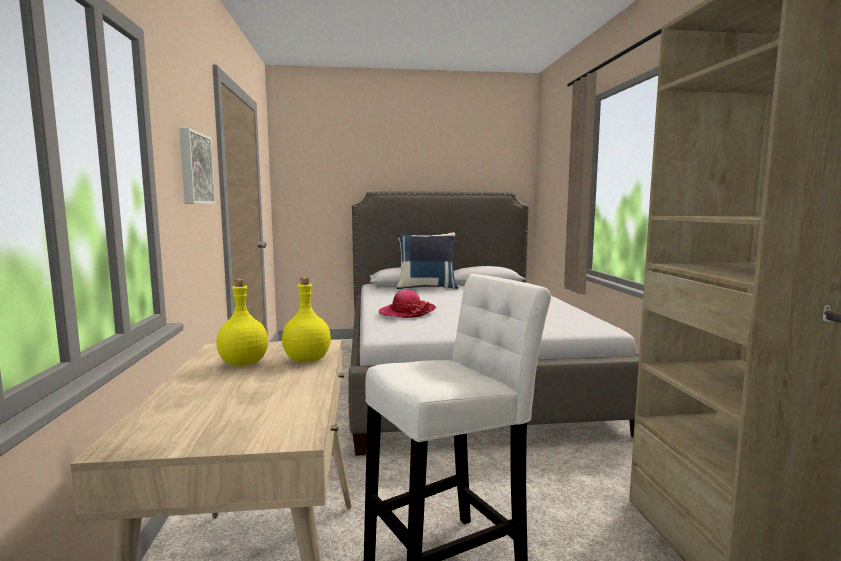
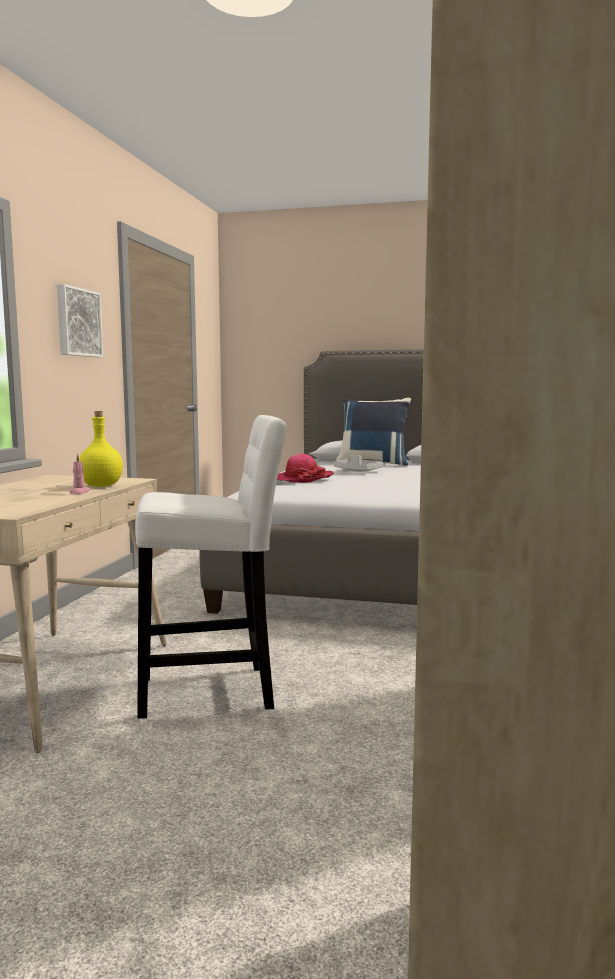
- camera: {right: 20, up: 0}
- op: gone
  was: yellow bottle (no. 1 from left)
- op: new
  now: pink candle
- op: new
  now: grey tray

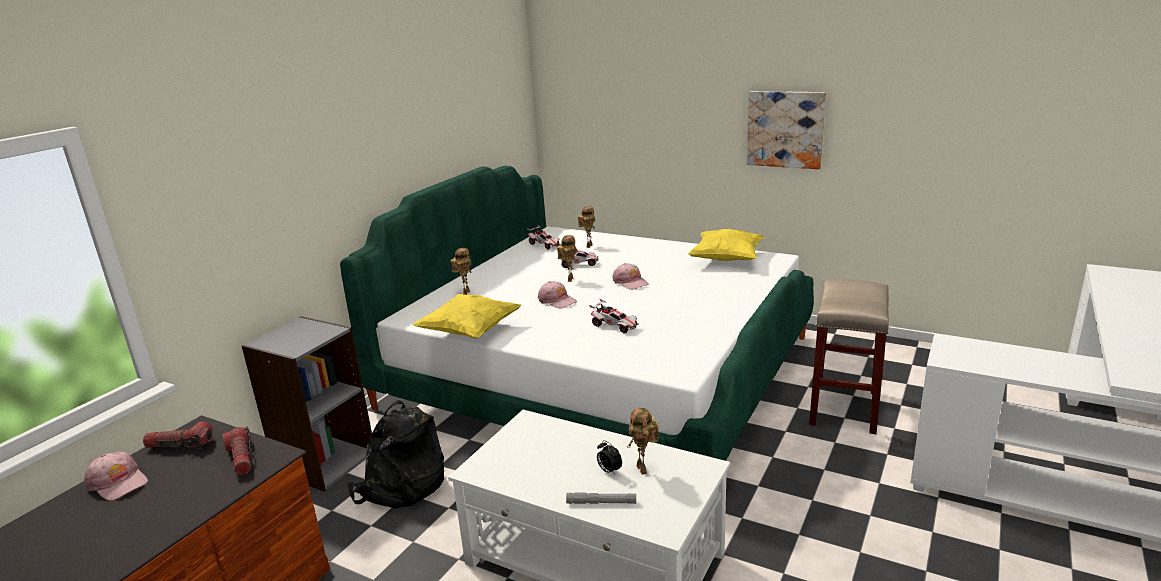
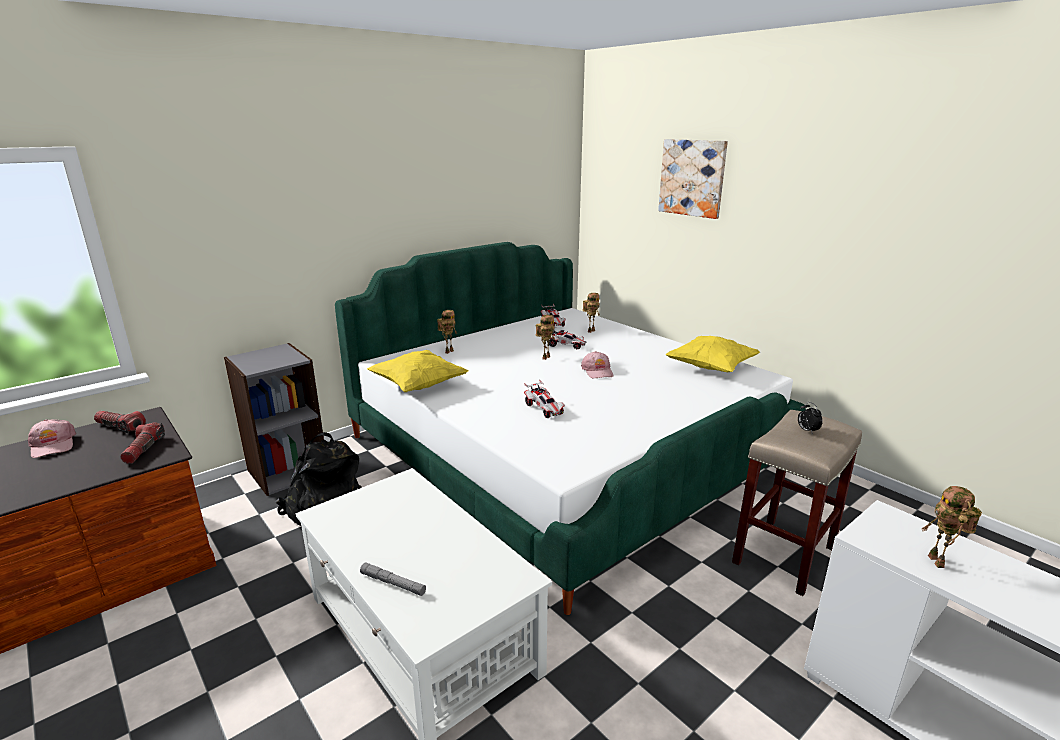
- camera: {right: 20, up: 0}
- op: gone
  was: pink cap (no. 2 from left)
- op: shifted
  was: alarm clock
- op: shifted
  was: toy robot (no. 4 from left)
- op: shifted
  was: picture

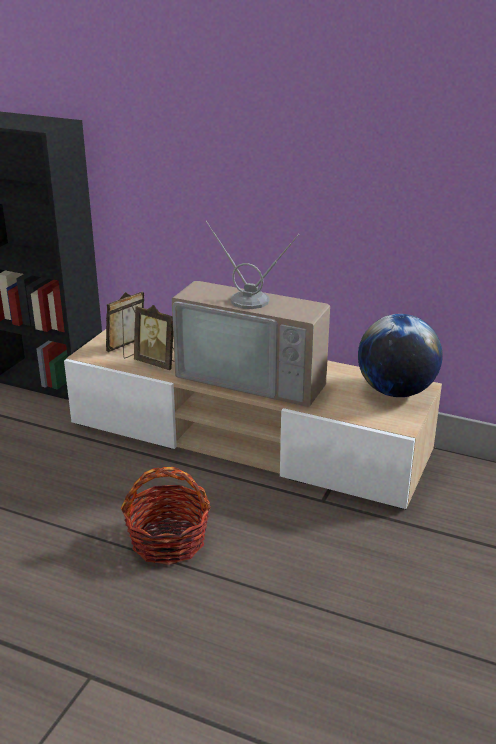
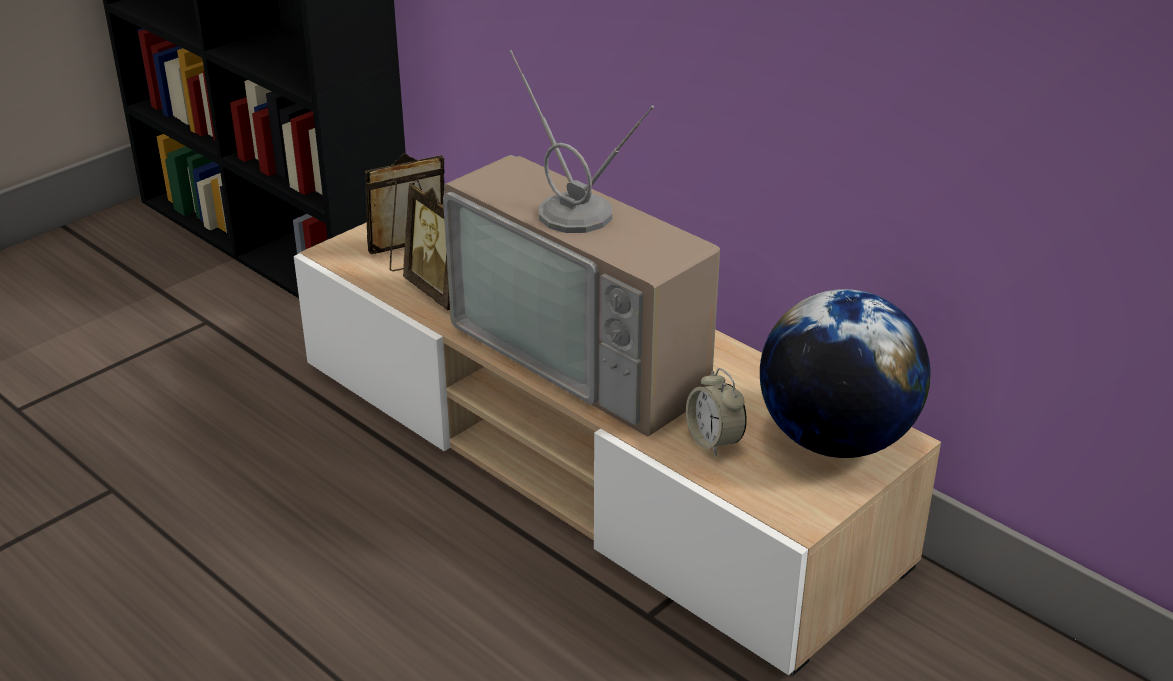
- camera: {right: 20, up: 5}
- op: gone
  was: basket
- op: new
  now: alarm clock

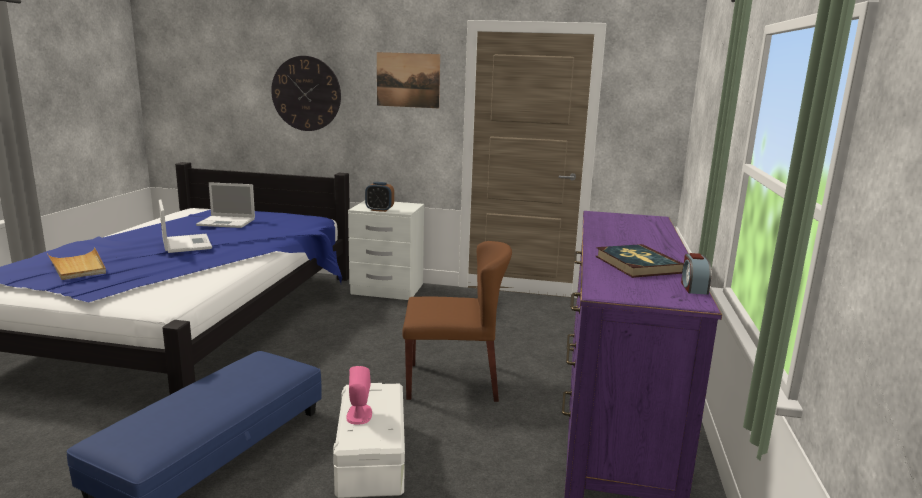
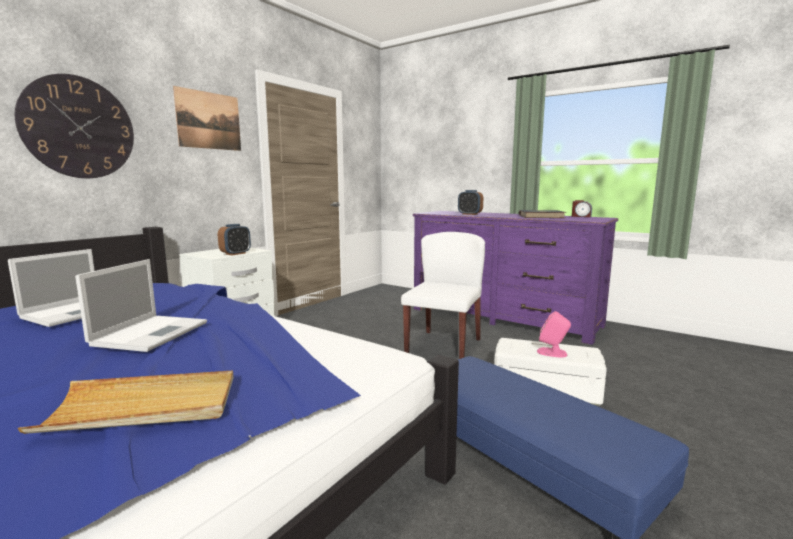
- camera: {right: -65, up: -5}
- op: new
  now: alarm clock (no. 2 from left)
- op: repainted
  was: brown chair
  now: white chair
- op: rotated
  was: laptop (no. 1 from left in the first image)
  clockwise: 105

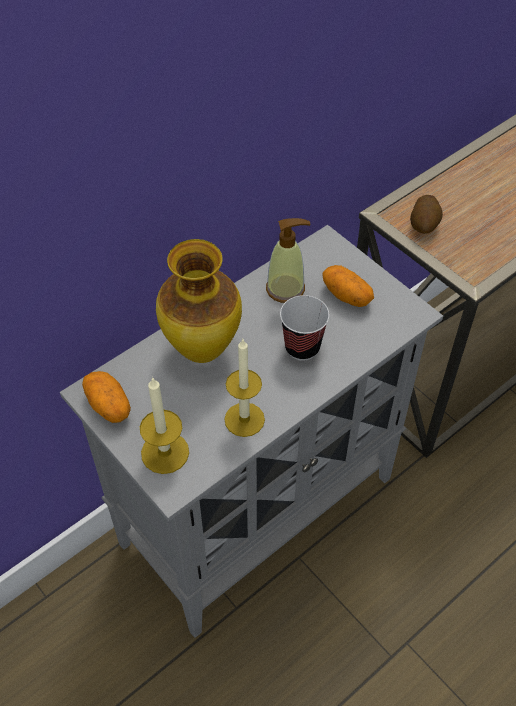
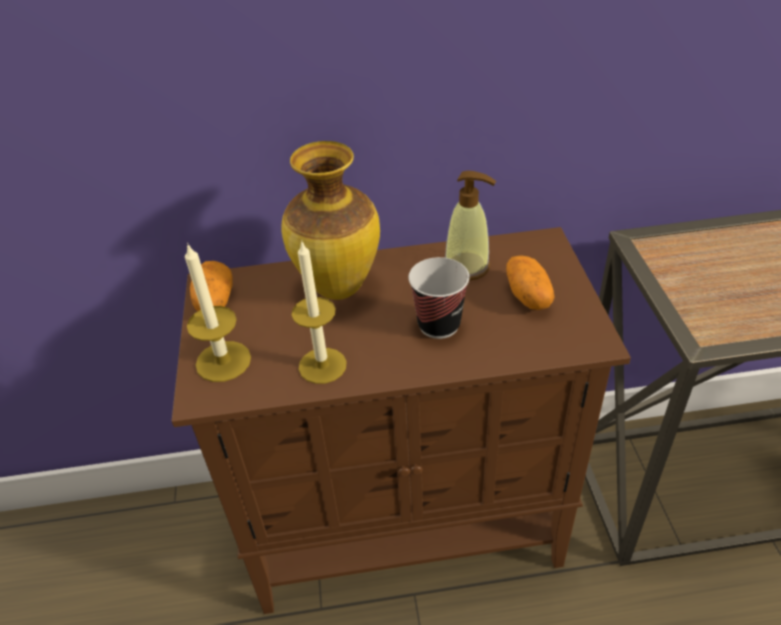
- camera: {right: 35, up: -10}
- op: gone
  was: potato (no. 3 from left)
- op: repainted
  was: grey cabinet
  now: brown cabinet

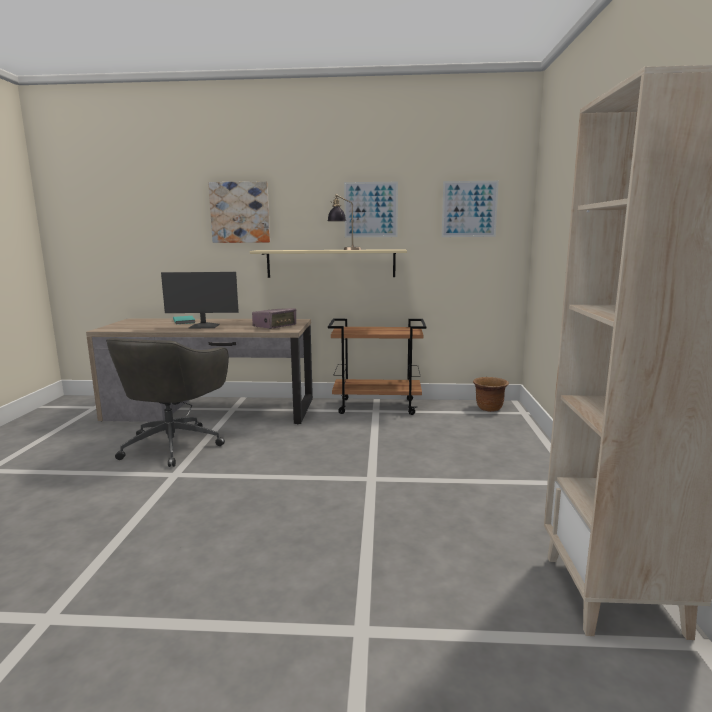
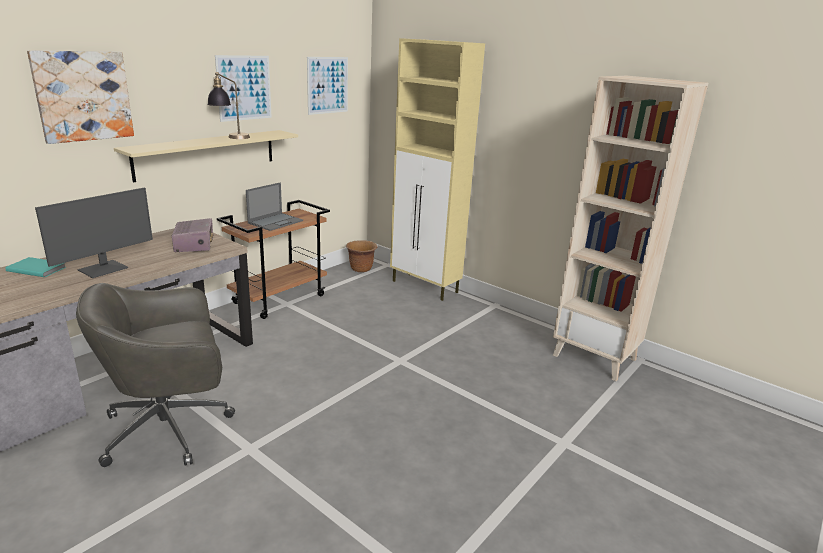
- camera: {right: -55, up: 10}
- op: new
  now: laptop
- op: new
  now: beige cabinet
- op: rotated
  was: grey office chair
  clockwise: 105

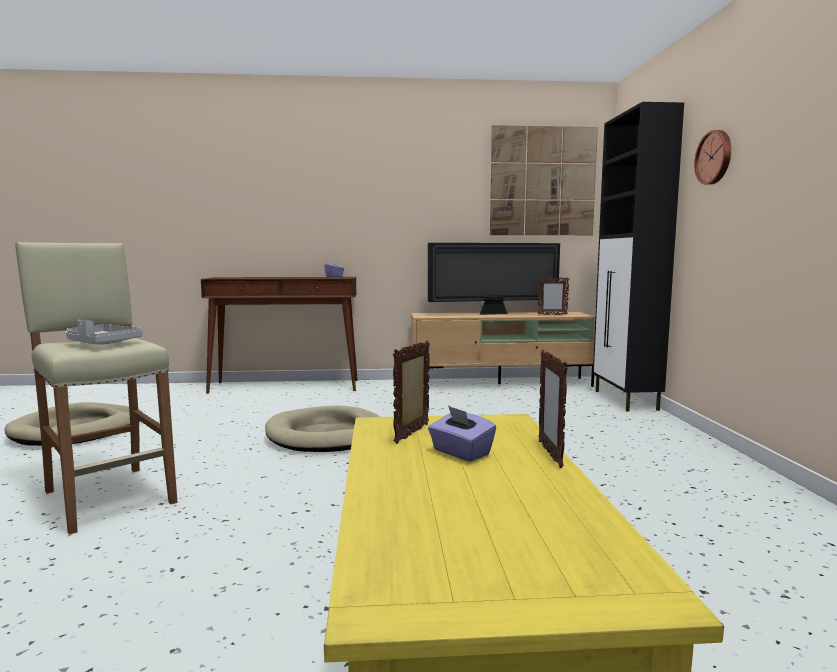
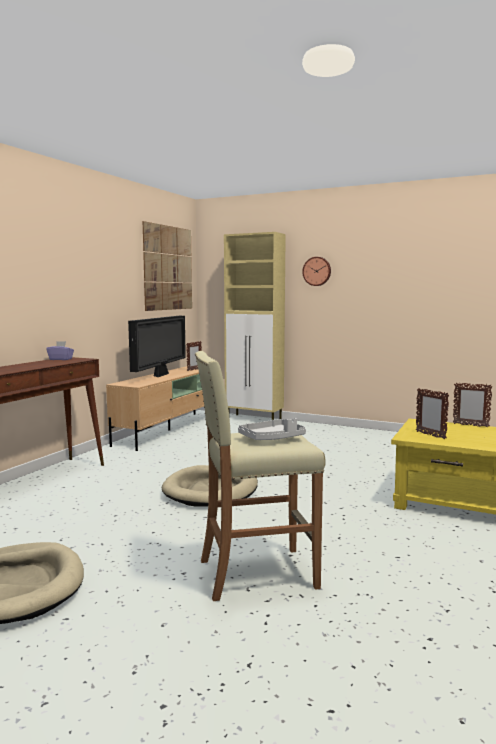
- camera: {right: -60, up: 0}
- op: gone
  was: purple tissue box (no. 2 from left)
- op: repainted
  was: black cabinet
  now: beige cabinet

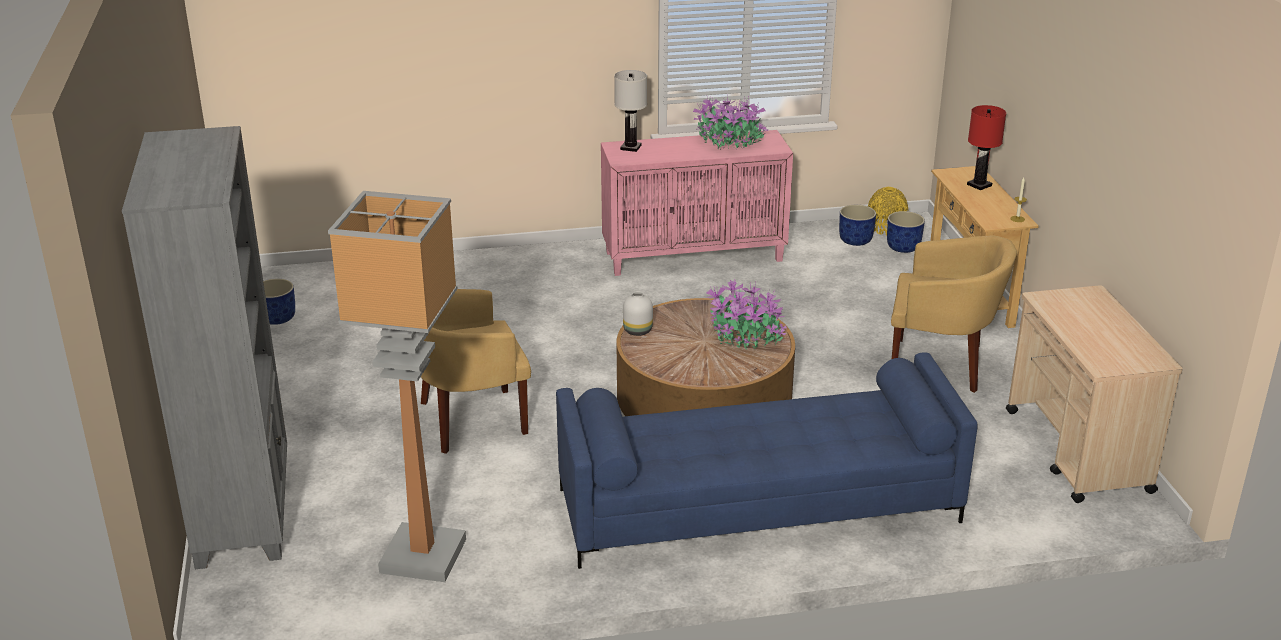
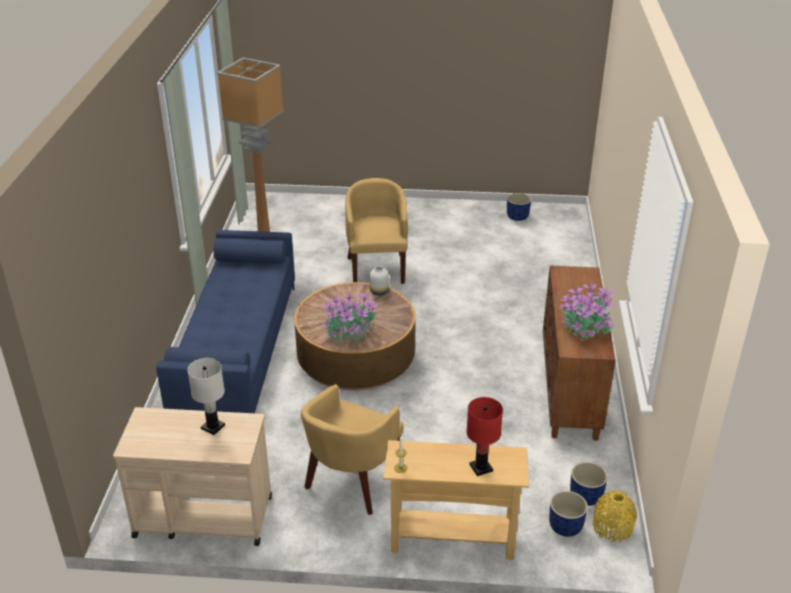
- camera: {right: 105, up: 5}
- op: gone
  was: grey bookcase
- op: shifted
  was: white table lamp
- op: repainted
  was: pink cabinet
  now: brown cabinet

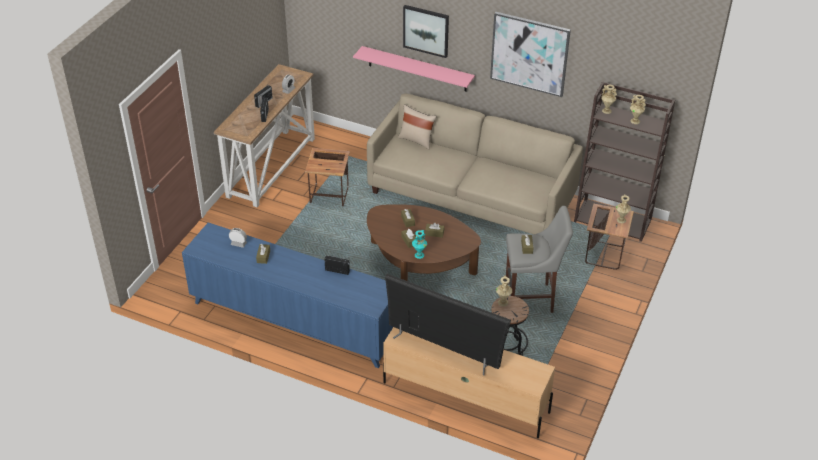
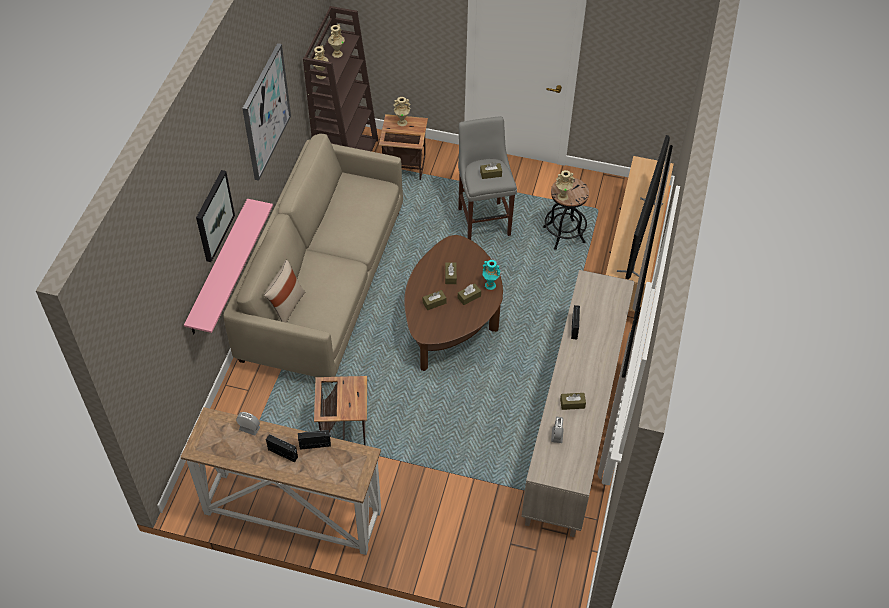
- camera: {right: -100, up: 10}
- op: repainted
  was: blue cabinet
  now: beige cabinet

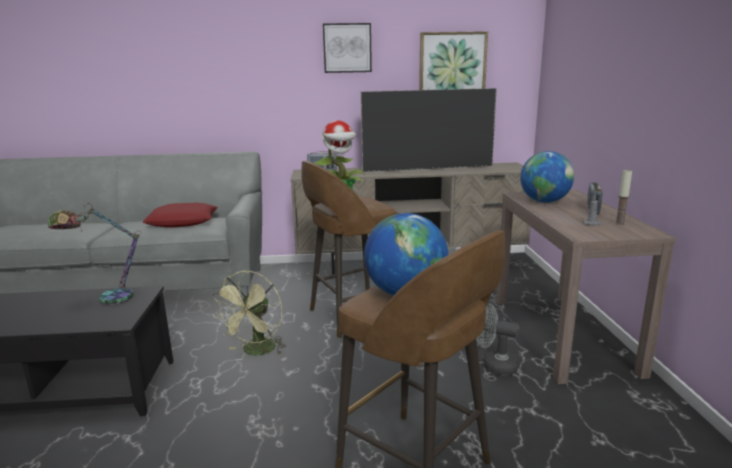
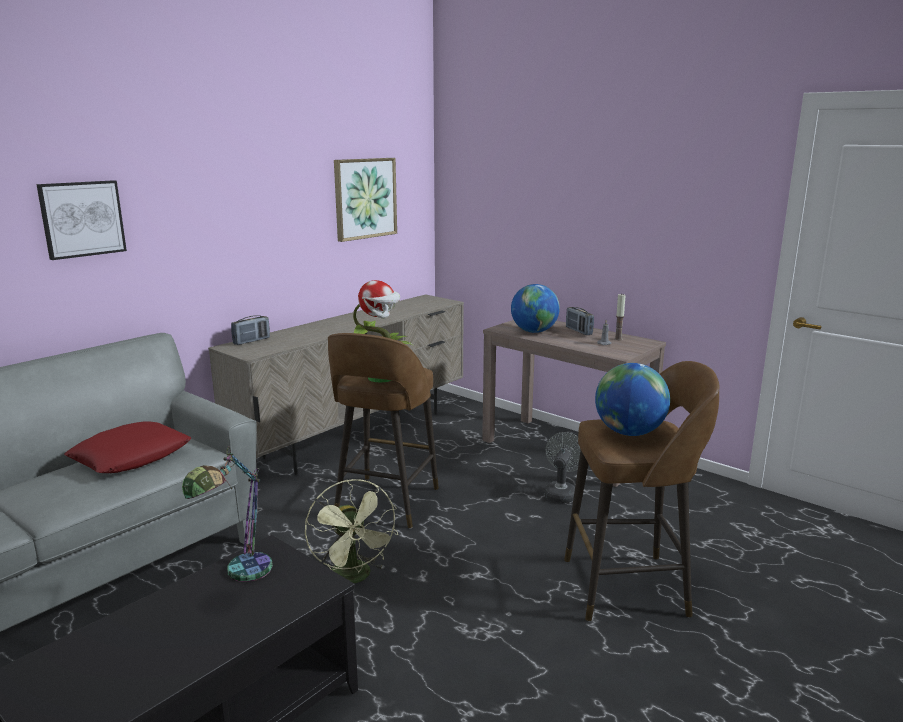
- camera: {right: -45, up: 0}
- op: gone
  was: television
- op: shifted
  was: picture (no. 1 from left)
- op: rotated
  was: grey fan
  clockwise: 135

